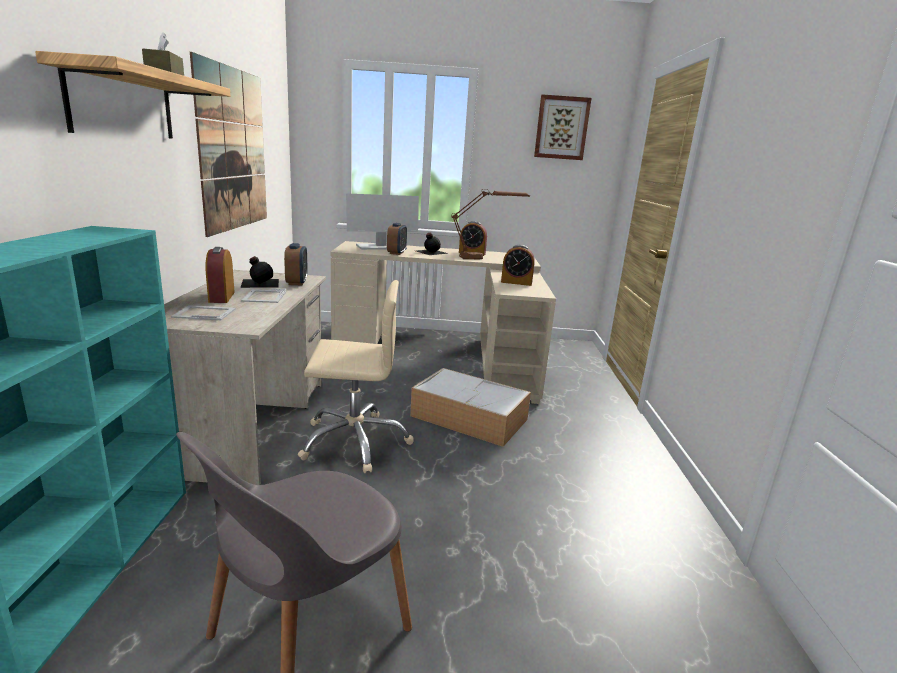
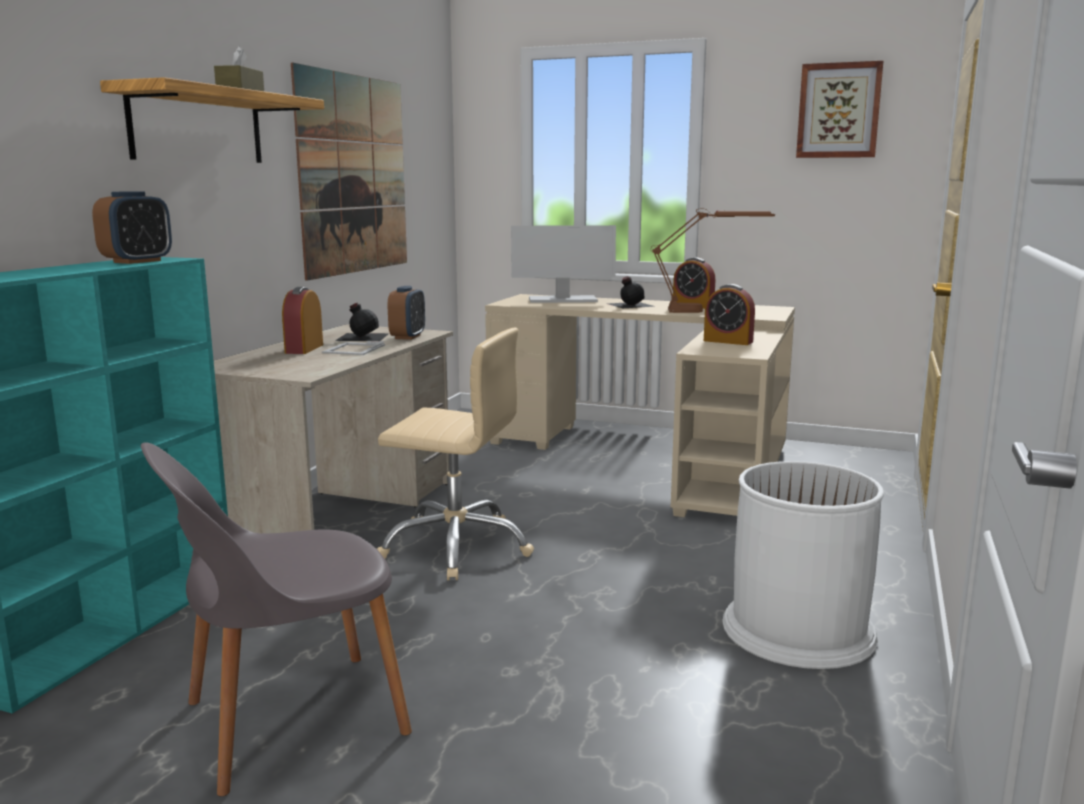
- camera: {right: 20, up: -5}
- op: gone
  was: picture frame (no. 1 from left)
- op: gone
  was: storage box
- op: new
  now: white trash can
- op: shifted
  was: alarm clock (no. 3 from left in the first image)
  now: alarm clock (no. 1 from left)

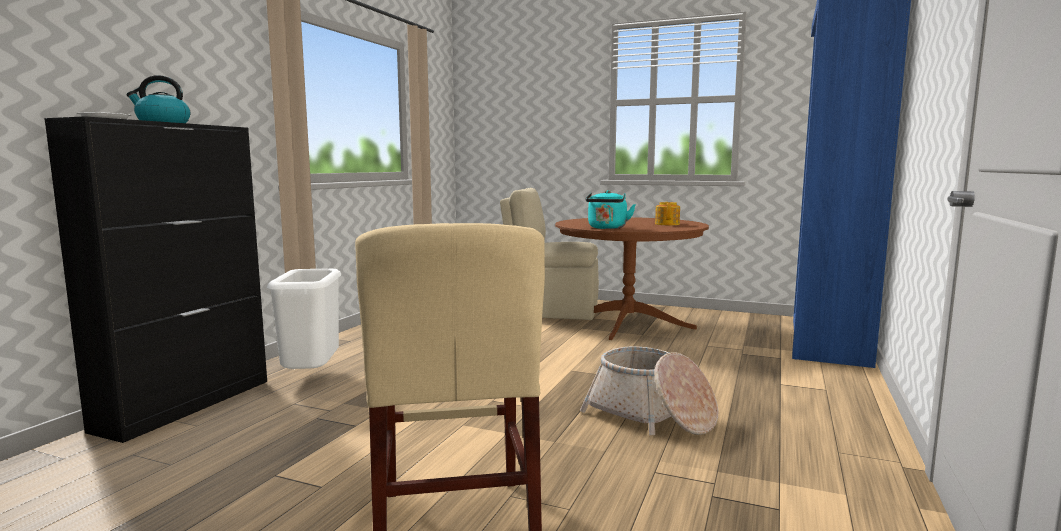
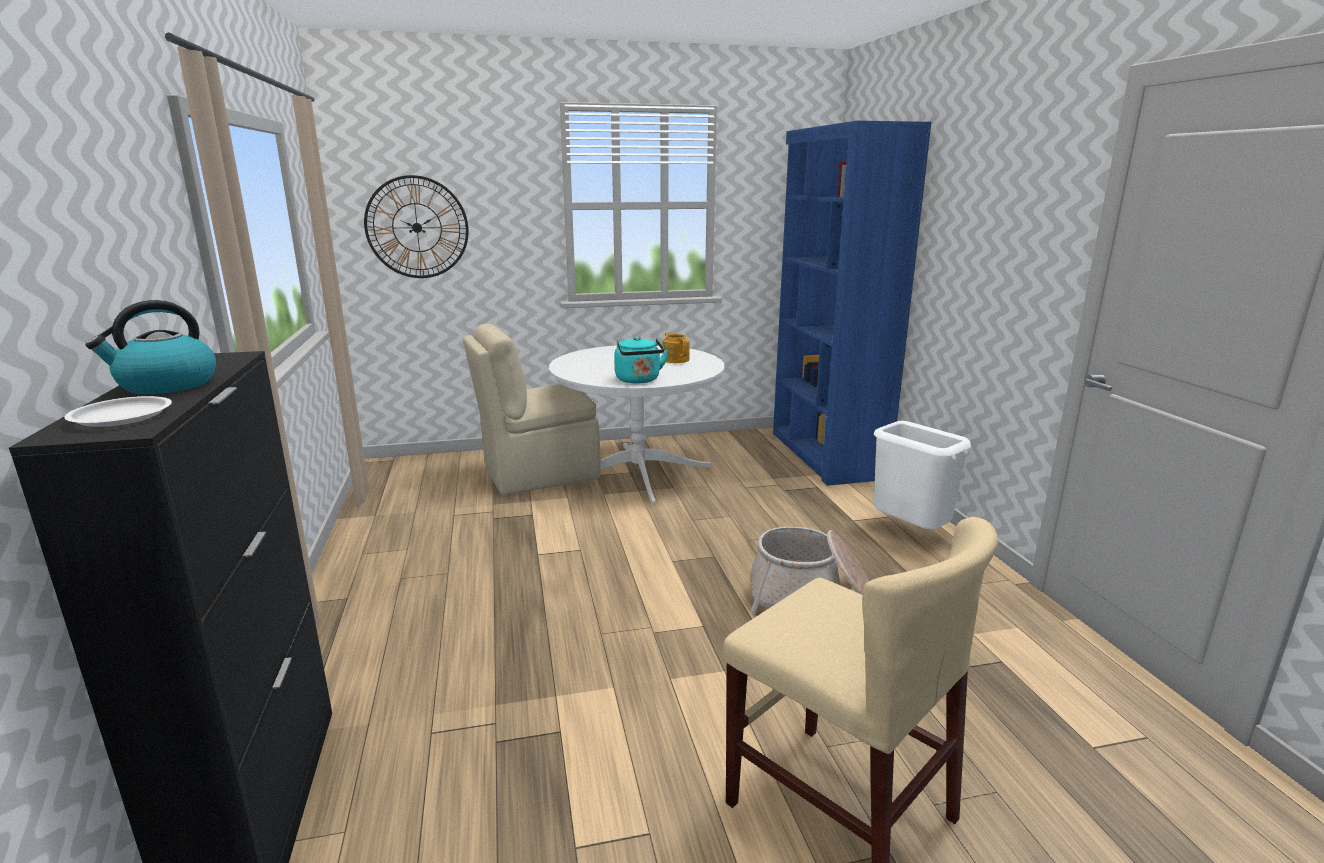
- camera: {right: -35, up: 10}
- op: new
  now: wall clock
- op: shifted
  was: white trash can
- op: repainted
  was: brown dining table
  now: white dining table

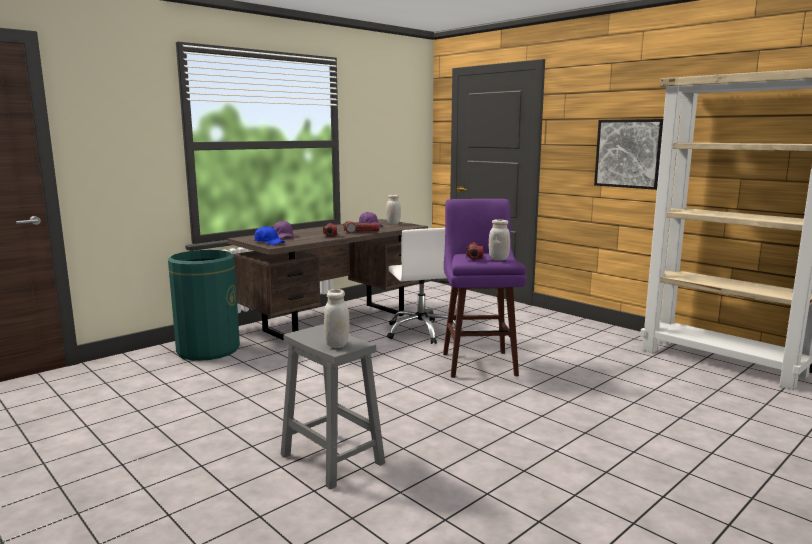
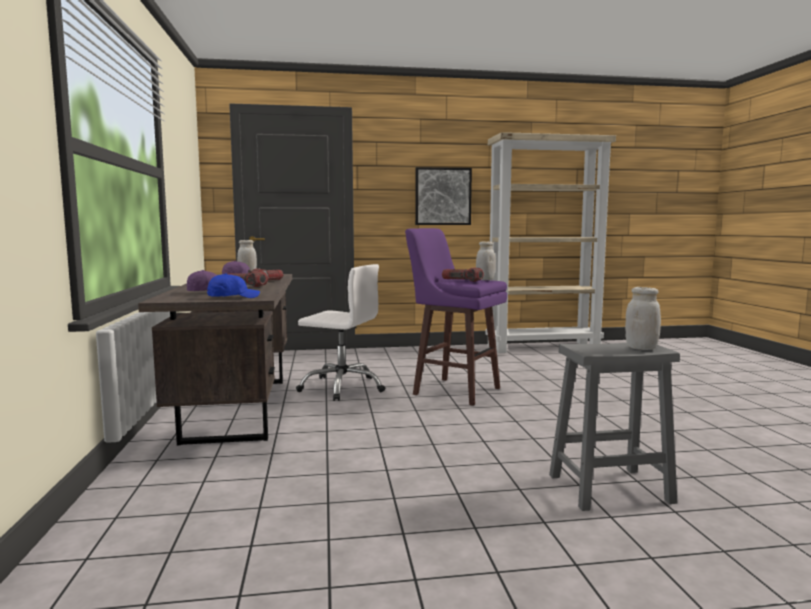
- camera: {right: -55, up: -5}
- op: gone
  was: green trash can

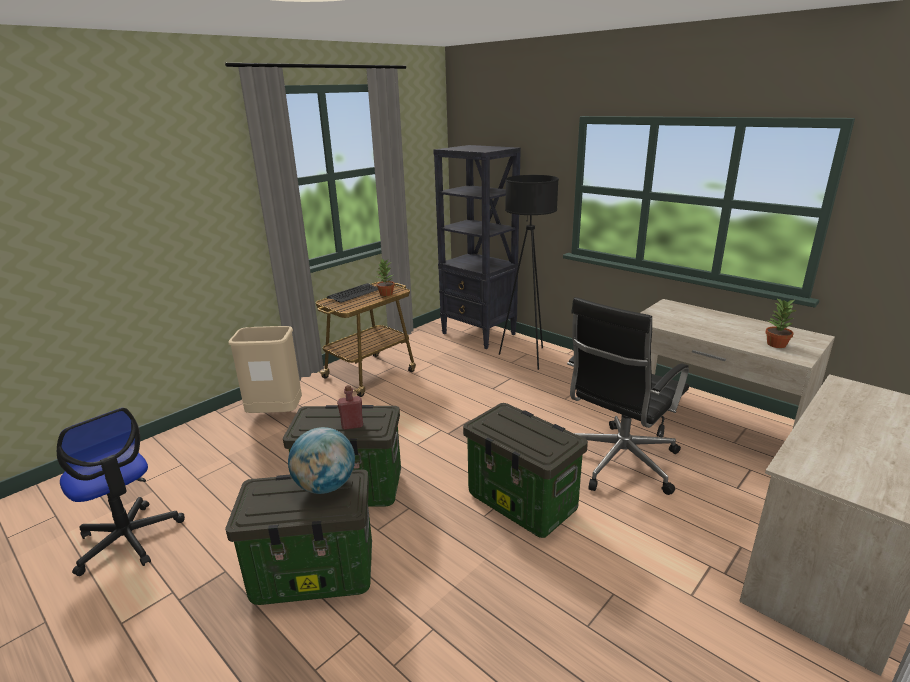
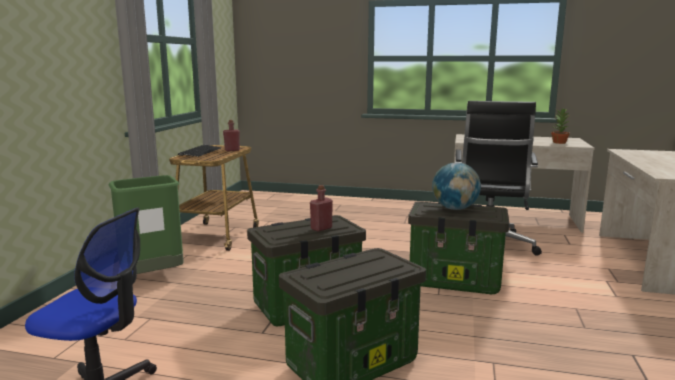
- camera: {right: -30, up: -10}
- op: gone
  was: black bookcase
- op: gone
  was: black floor lamp
- op: shifted
  was: globe
- op: swapped
  was: potted plant (no. 1 from left)
  now: red bottle (no. 1 from left)
- op: repainted
  was: beige trash can
  now: green trash can

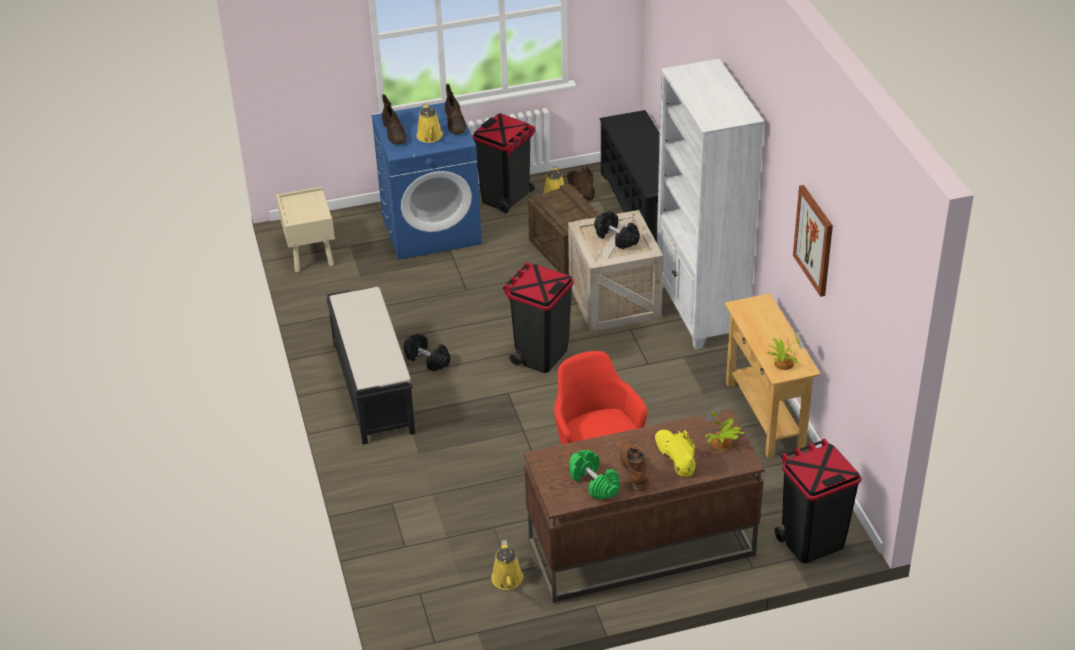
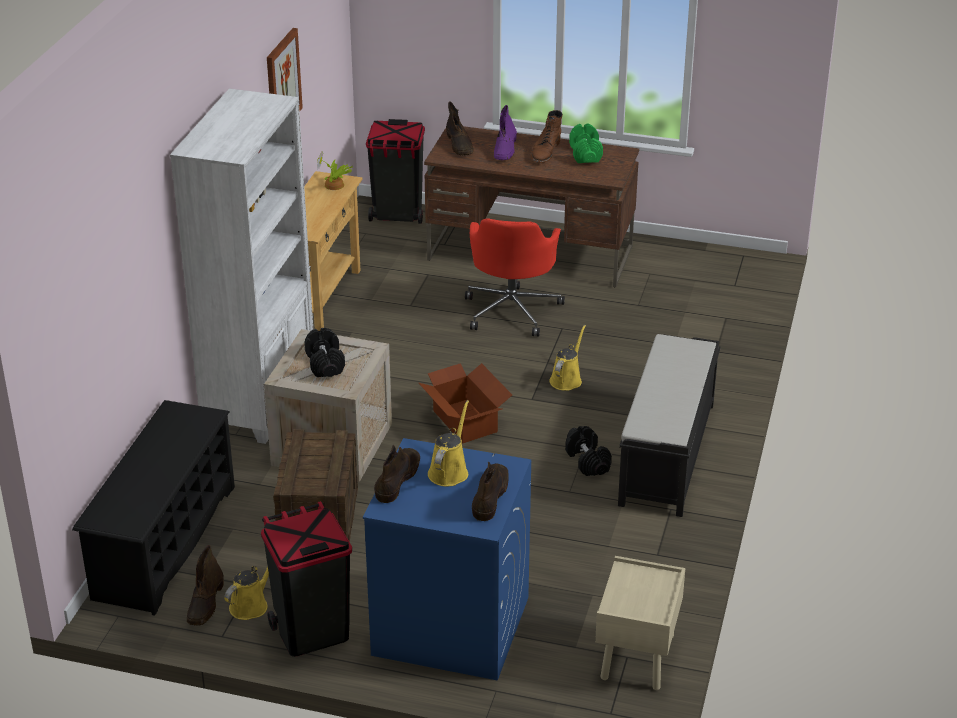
- camera: {right: -150, up: -5}
- op: shifted
  was: yellow watering can (no. 2 from left in the first image)
  now: yellow watering can (no. 3 from left)
- op: swapped
  was: black trash can (no. 2 from left)
  now: cardboard box
- op: swapped
  was: potted plant (no. 1 from left)
  now: brown boot (no. 3 from left)
- op: repainted
  was: yellow boot
  now: purple boot

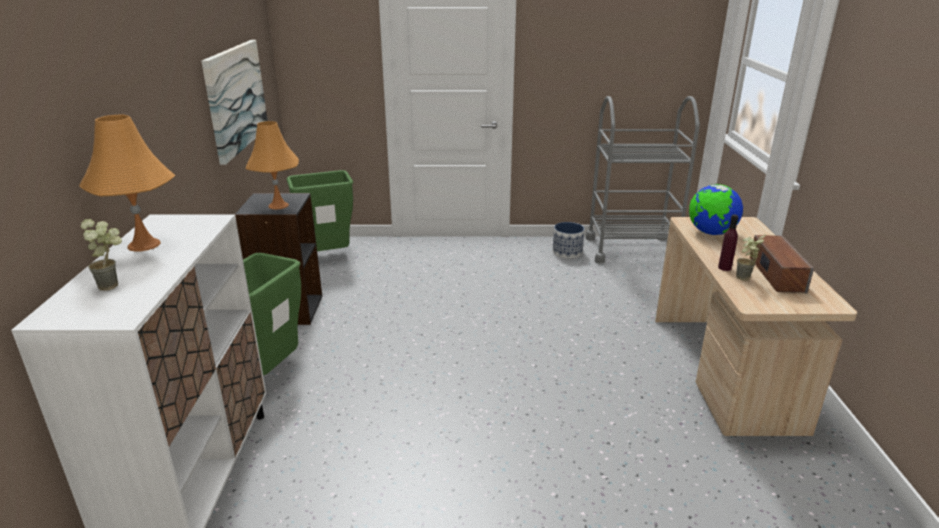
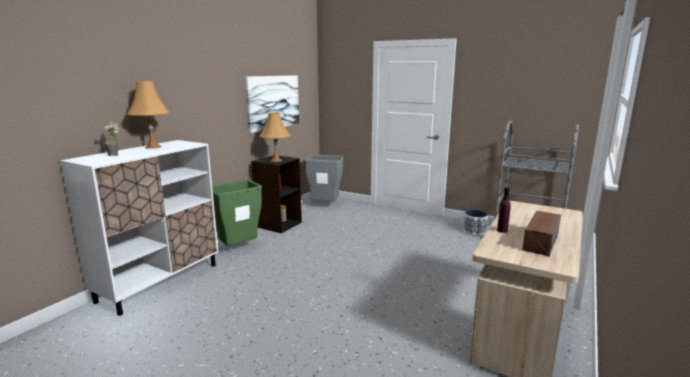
- camera: {right: 30, up: -10}
- op: gone
  was: globe
- op: gone
  was: potted plant (no. 2 from left)
- op: repainted
  was: green trash can (no. 2 from left)
  now: grey trash can

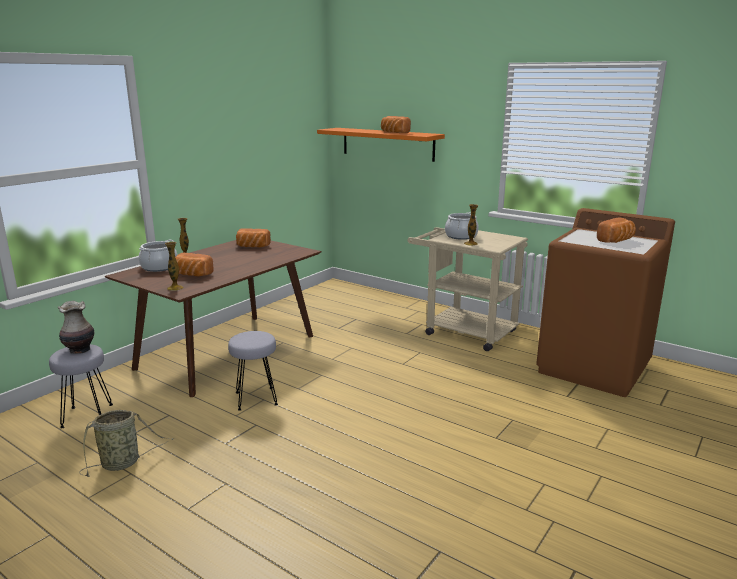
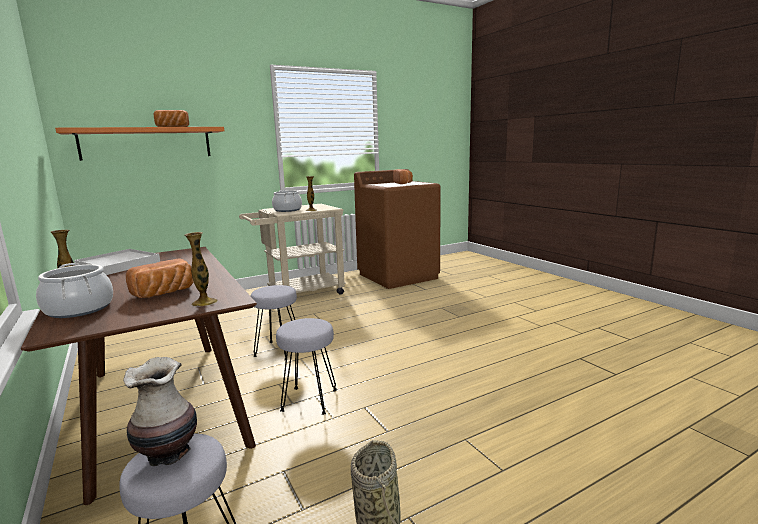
- camera: {right: -65, up: -5}
- op: new
  now: grey stool (no. 2 from left)
- op: swapped
  was: bread (no. 2 from left)
  now: white tray

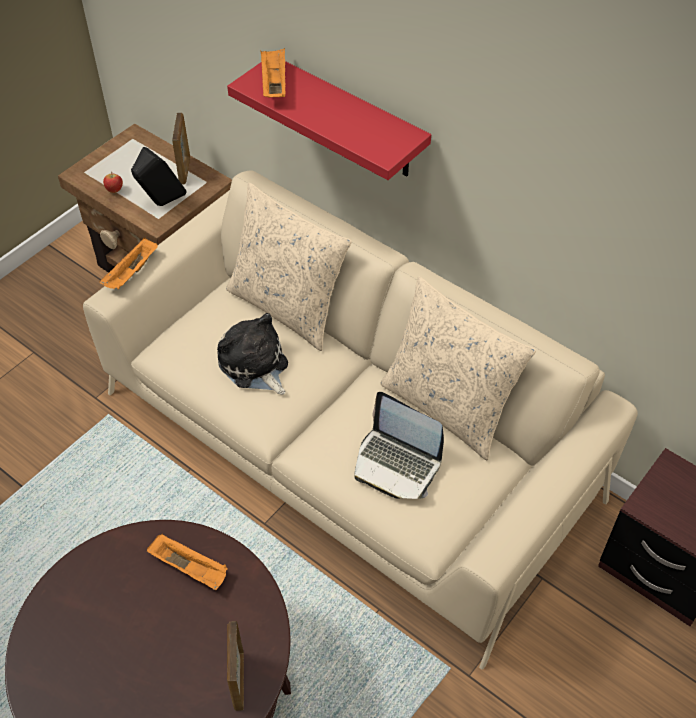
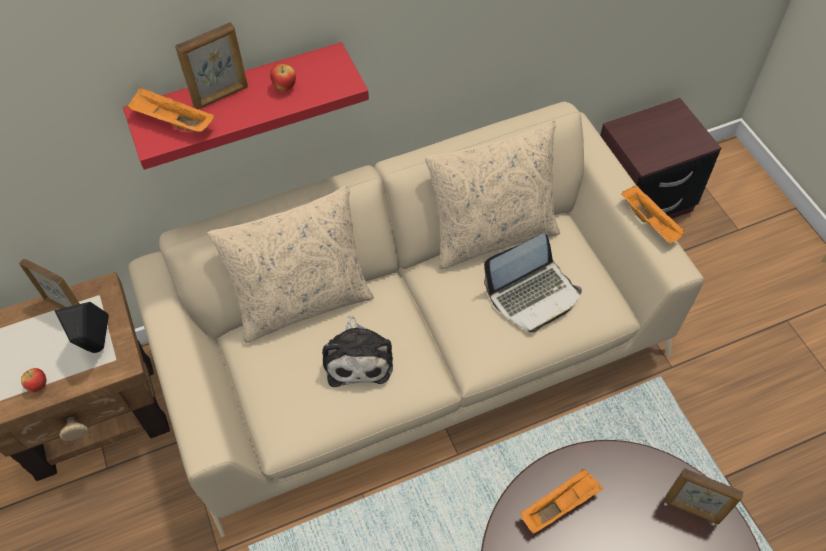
- camera: {right: -60, up: 5}
- op: new
  now: picture frame (no. 2 from left)
- op: new
  now: apple (no. 2 from left)
- op: shifted
  was: orange tray (no. 1 from left in the first image)
  now: orange tray (no. 3 from left)
- op: rotated
  was: plush toy
  clockwise: -90

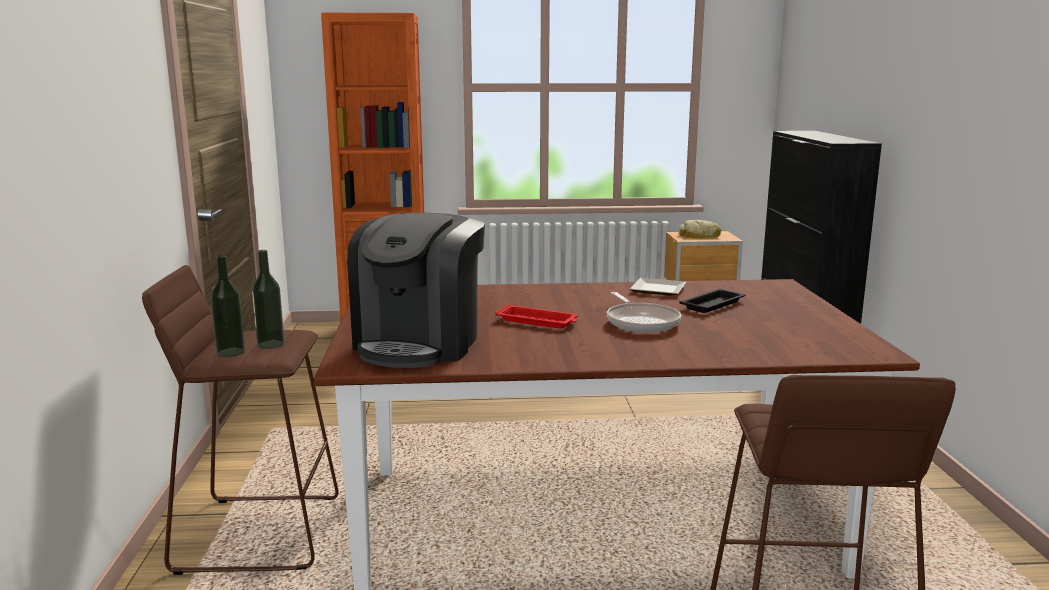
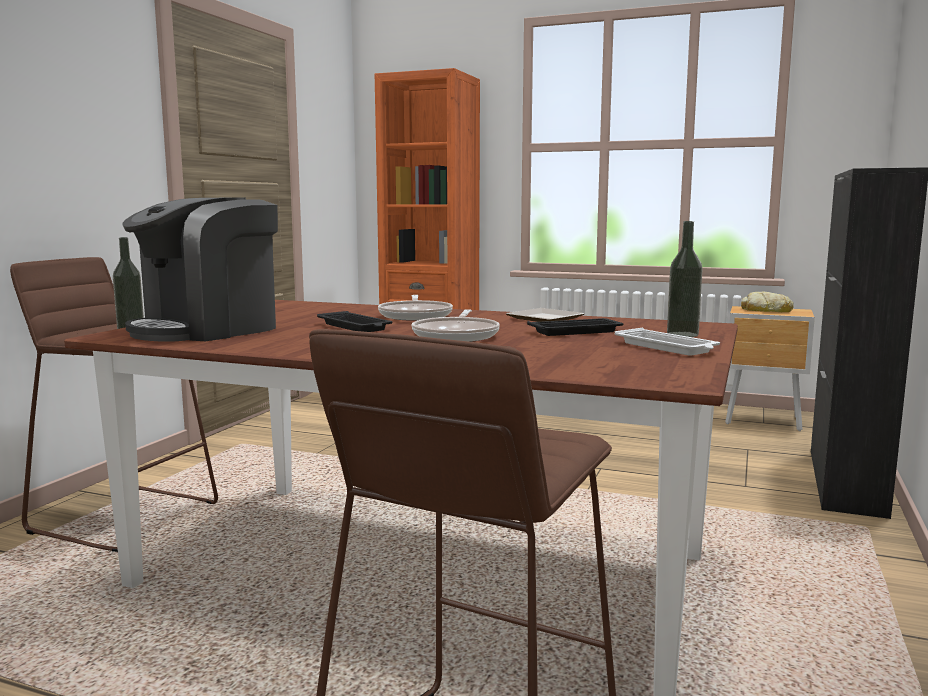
- camera: {right: 25, up: -5}
- op: new
  now: frying pan (no. 1 from left)
- op: new
  now: white tray
- op: shifted
  was: bottle (no. 1 from left in the first image)
  now: bottle (no. 2 from left)
- op: repainted
  was: red tray
  now: black tray (no. 1 from left)

